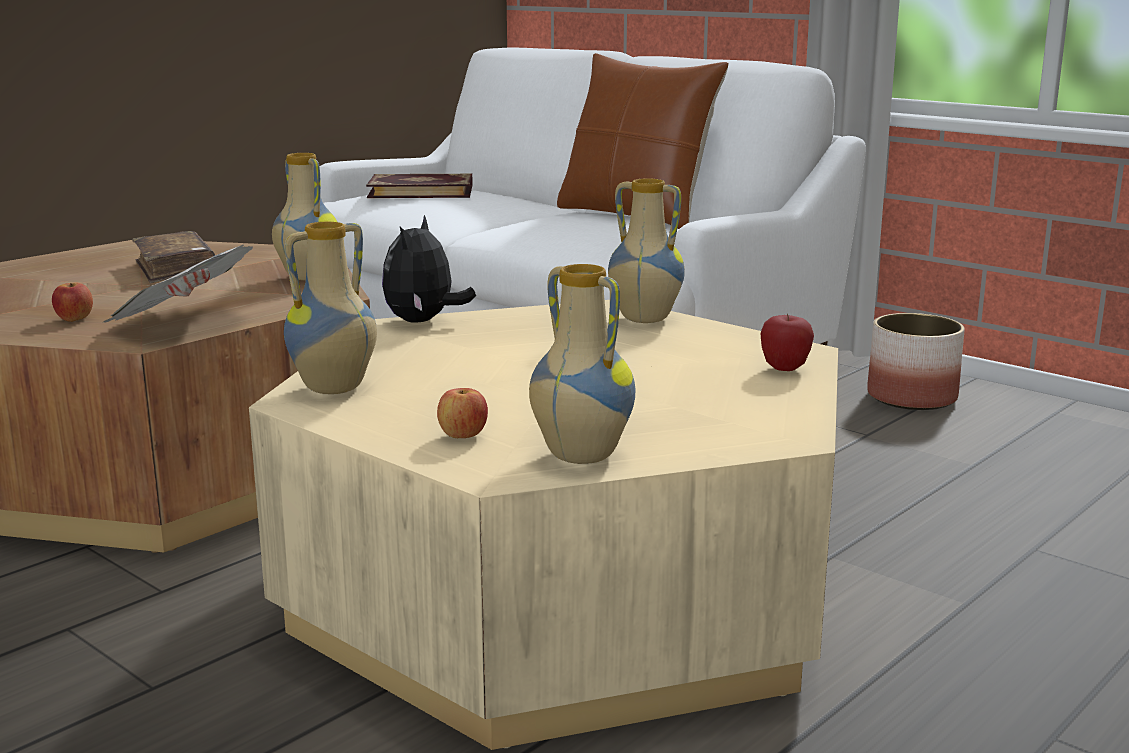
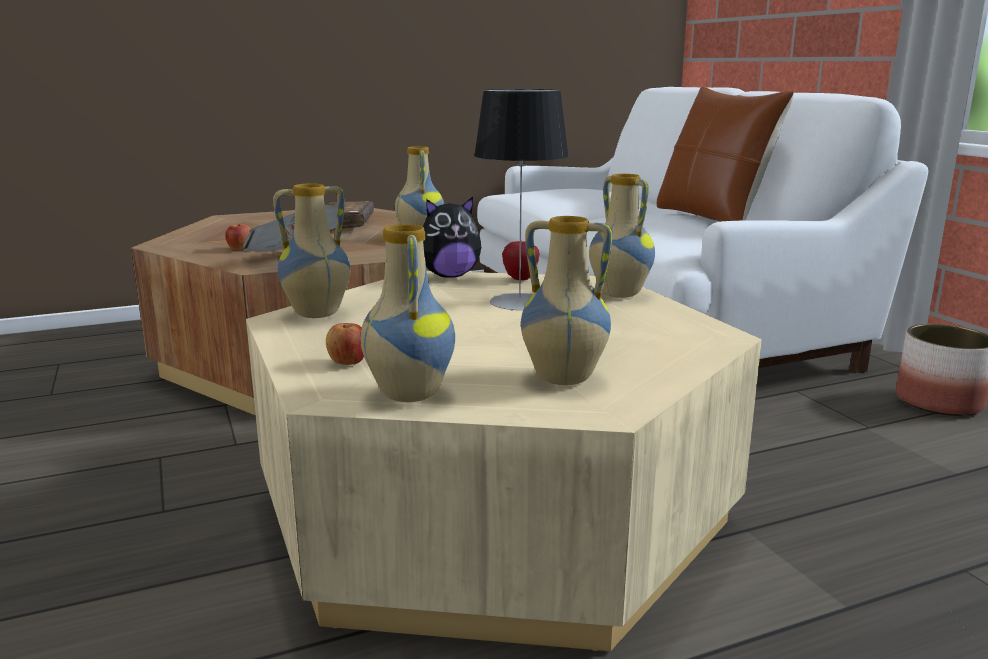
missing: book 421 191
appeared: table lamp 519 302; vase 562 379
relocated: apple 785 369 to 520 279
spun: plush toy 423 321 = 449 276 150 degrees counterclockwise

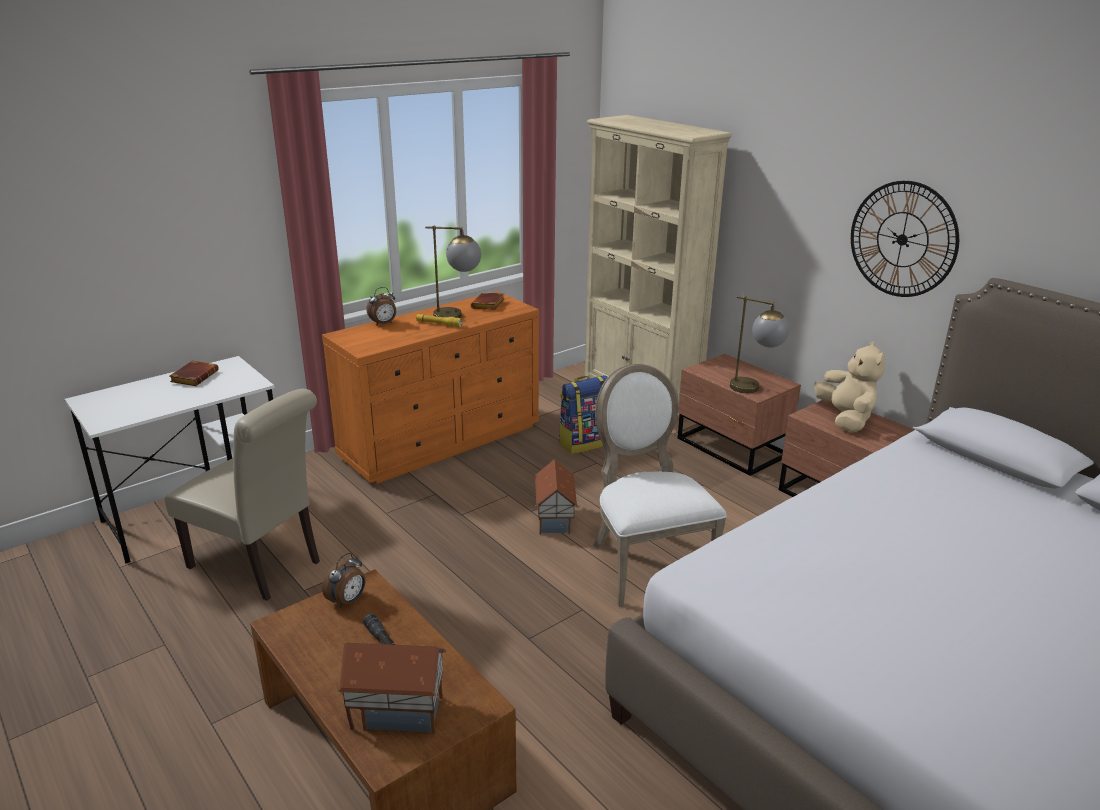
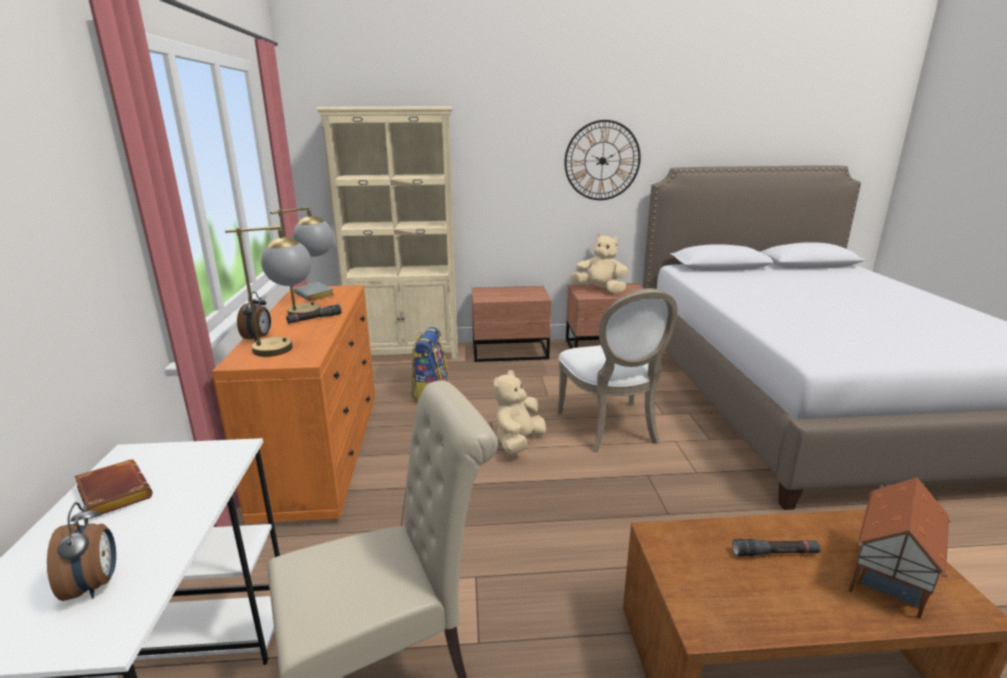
relocated: table lamp 754 389 to 288 347; alarm clock 348 601 to 95 585
exchanged: toy house 556 519 to beige plush toy 518 442
colour: brown book 488 305 to grey book 316 295; yellow flashlight 439 324 to black flashlight 314 319
spun: white chair 646 562 = 611 428 120 degrees counterclockwise

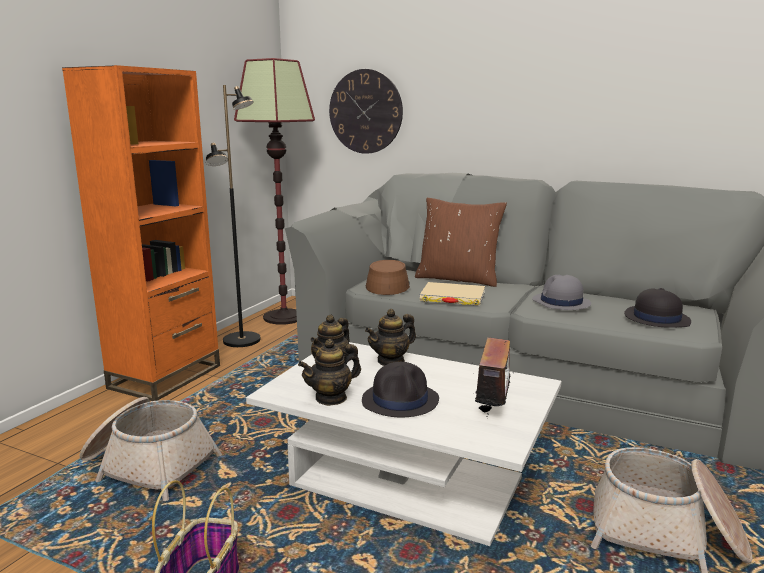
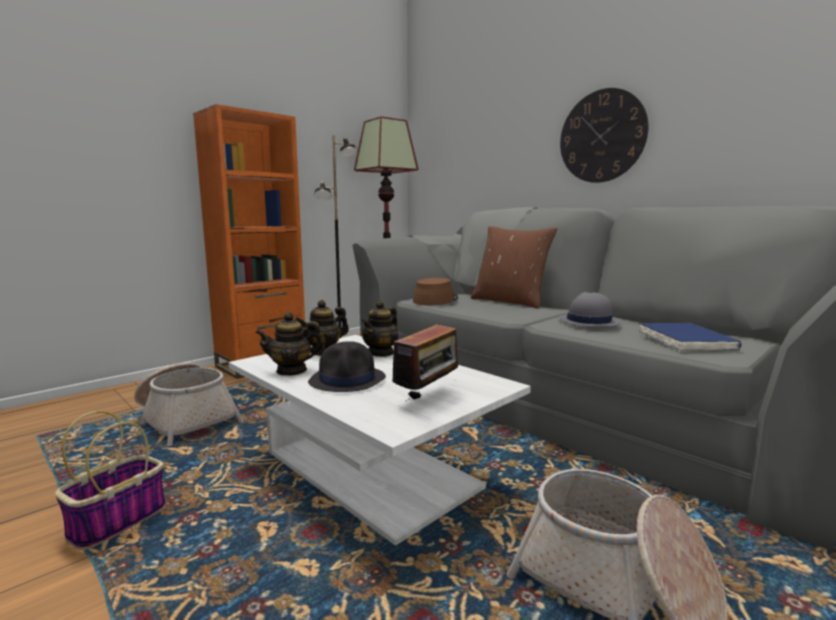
missing: beige book 452 297
relocated: wall clock 365 111 to 602 136
exchanged: black hat 656 318 to blue book 685 341
spun: teapot 391 361 = 381 353 45 degrees counterclockwise

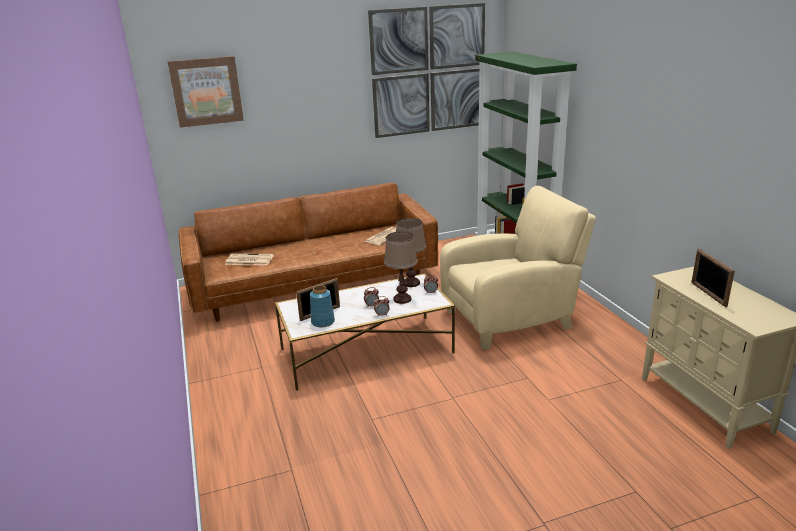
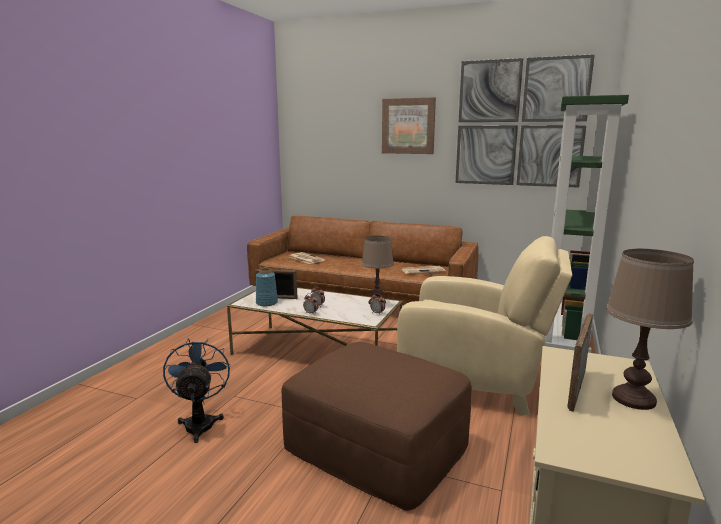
appeared: blue fan 200 422; brown ottoman 377 445
relocated: picture 206 91 to 408 126; brown table lamp 402 299 to 633 398

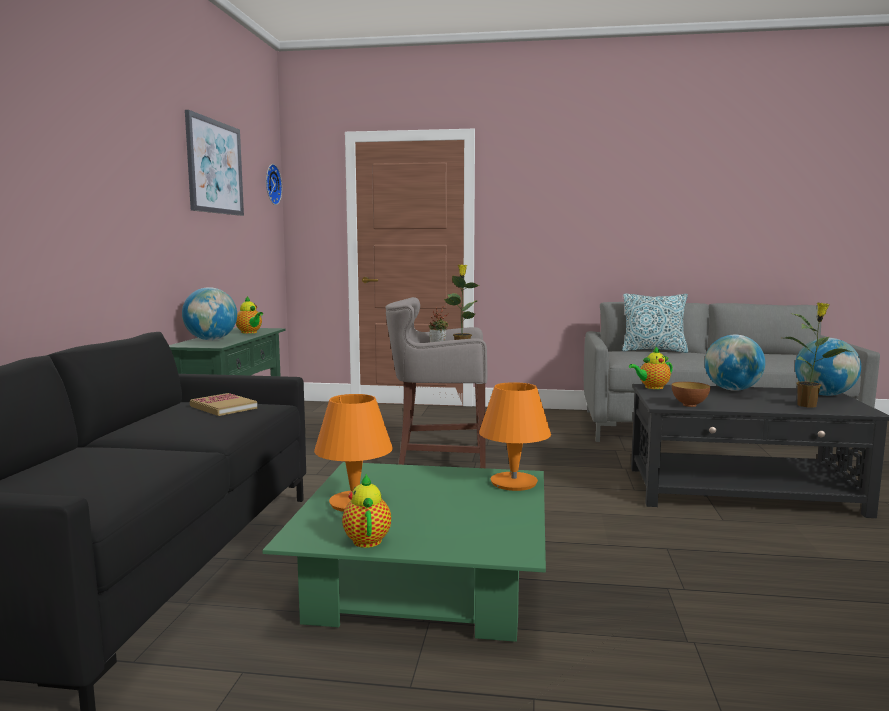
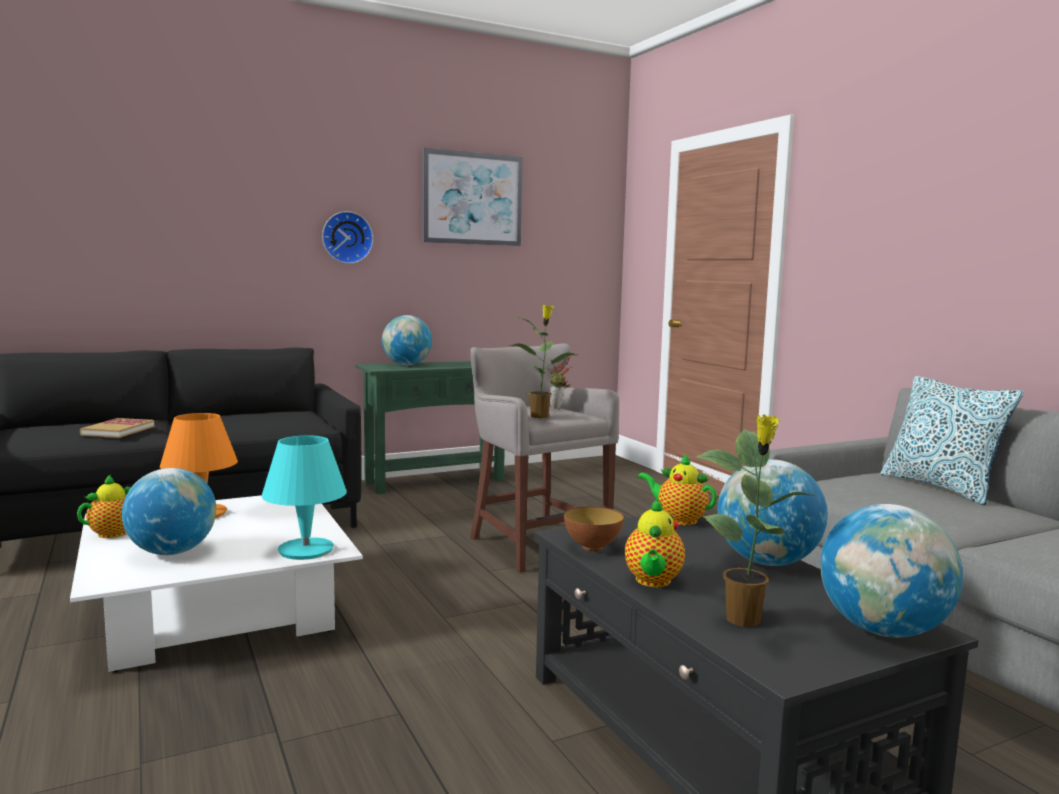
appeared: globe 172 552
relocated: wall clock 271 184 to 347 237; teapot 250 332 to 652 582; book 223 407 to 118 431
colour: orange table lamp 513 483 to turquoise table lamp 305 550; green coffee table 423 579 to white coffee table 219 608

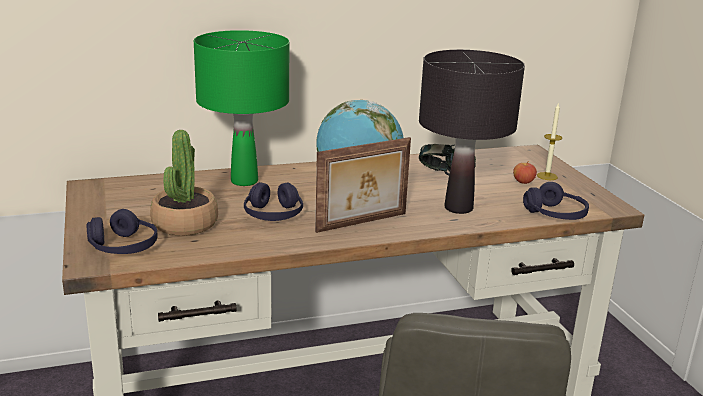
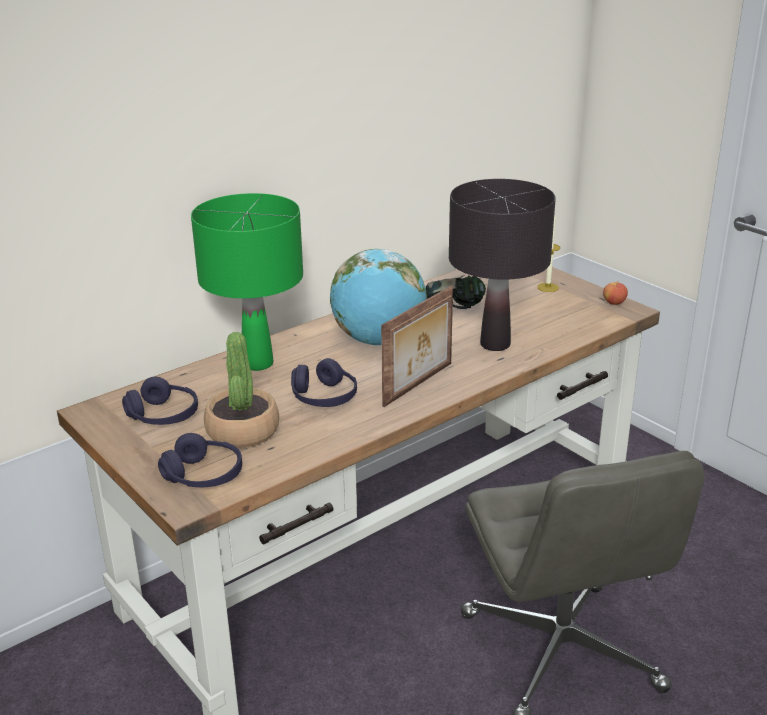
relocated: apple 523 181 to 614 302; purple headphones 555 214 to 163 415

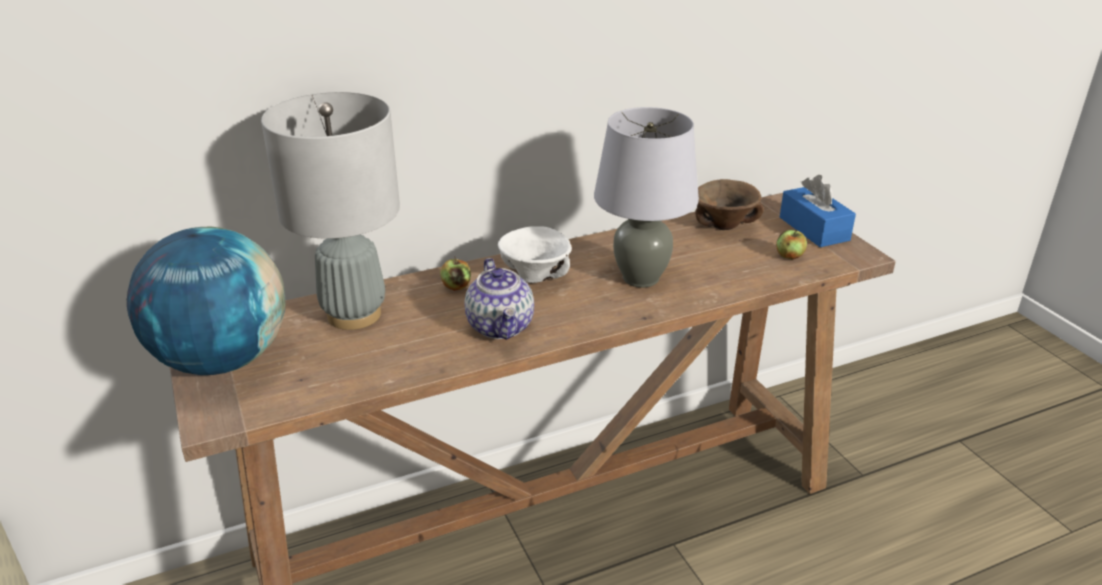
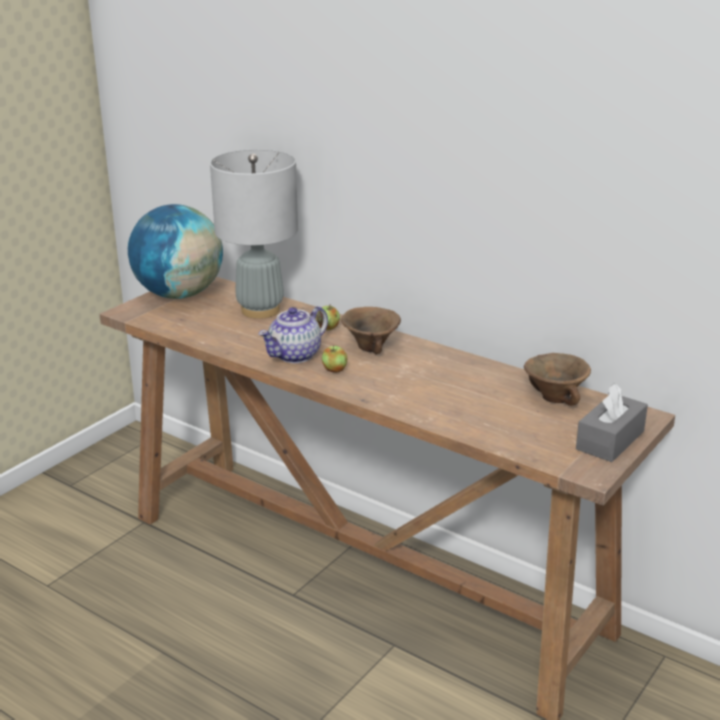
missing: grey table lamp 641 278
relocated: apple 789 256 to 334 369
colour: blue tissue box 814 229 to grey tissue box 610 440; white bowl 533 278 to brown bowl 370 348

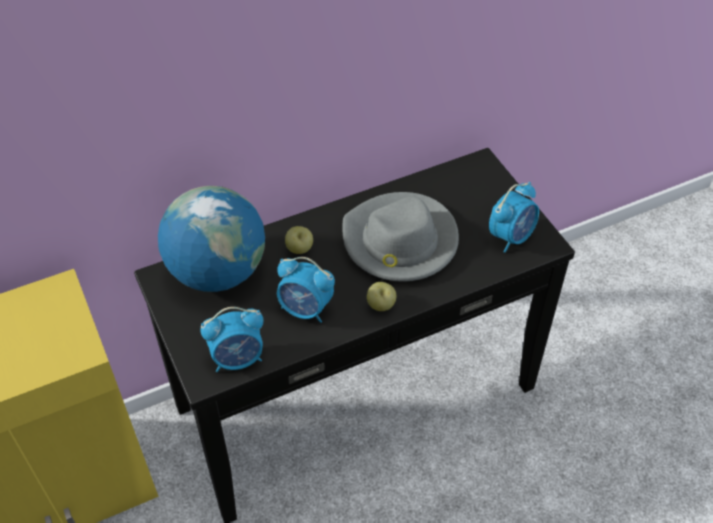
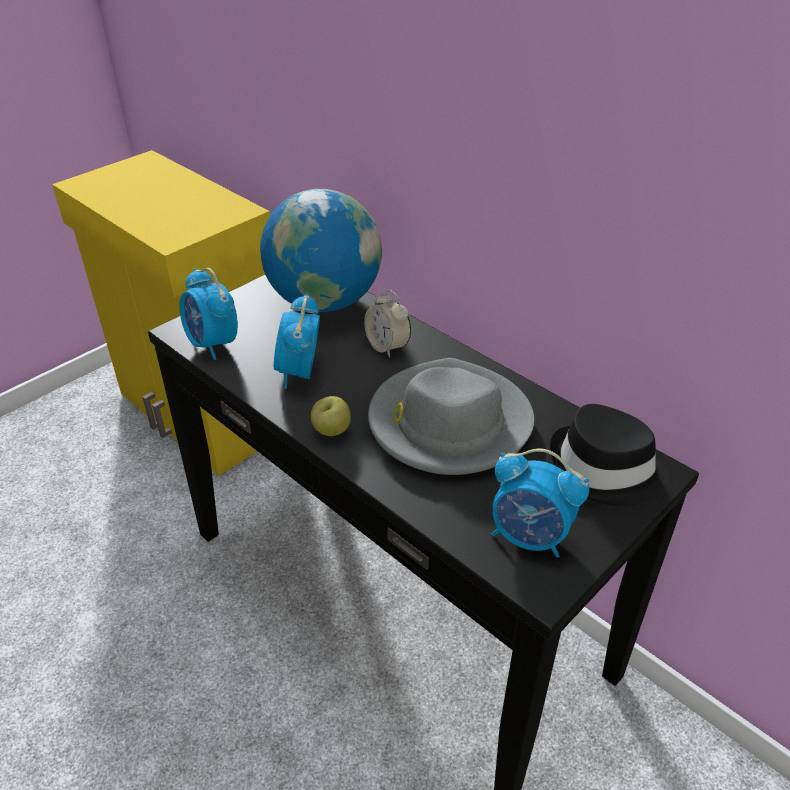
appeared: black hat 605 470
exchanged: apple 299 249 to alarm clock 387 346

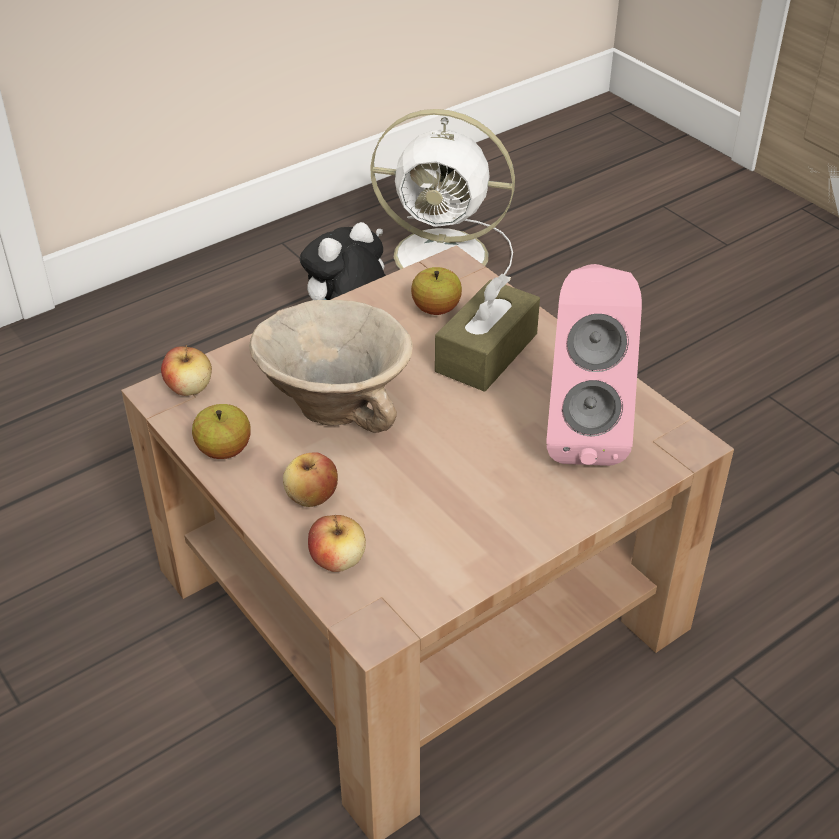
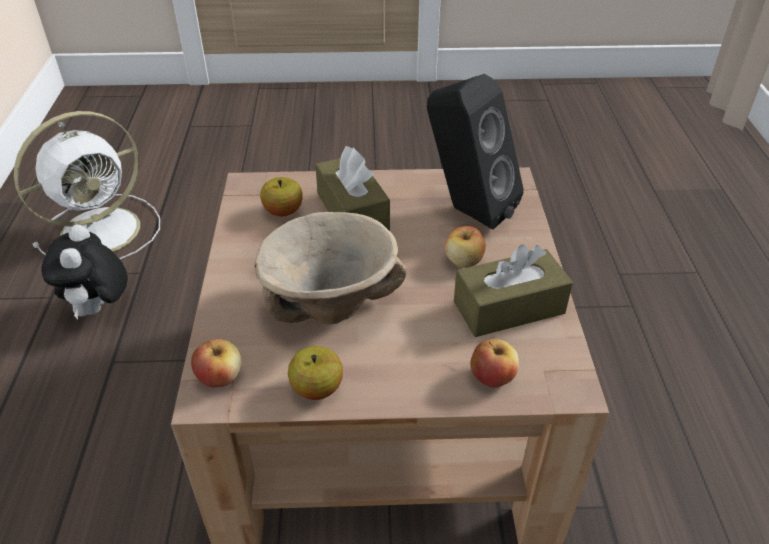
appeared: brown tissue box 509 307
relocated: apple 312 497 to 464 261
colour: pink speaker 582 432 to black speaker 466 211

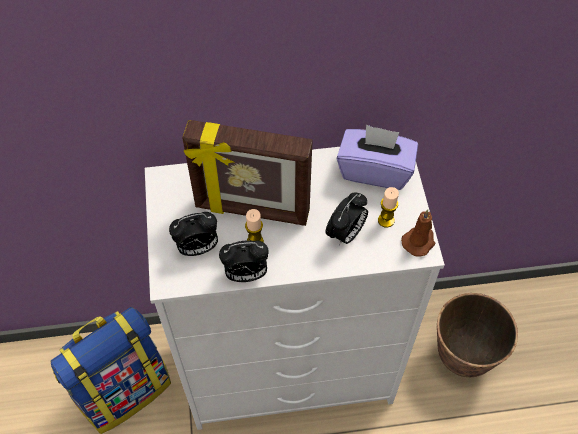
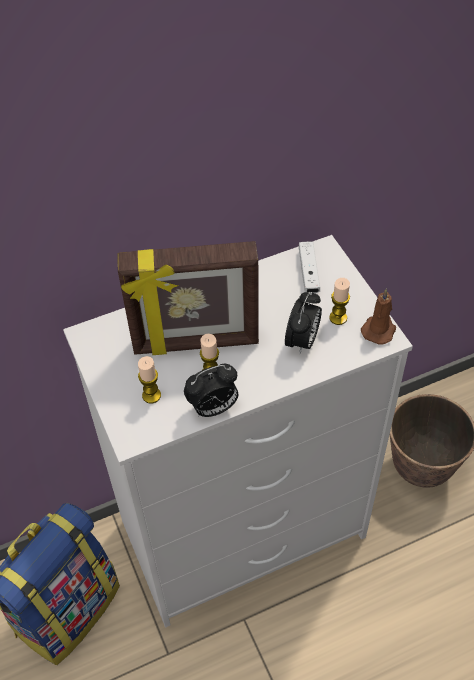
exchanged: purple tissue box 375 170 to white game controller 308 272; alarm clock 197 248 to candle 151 395

